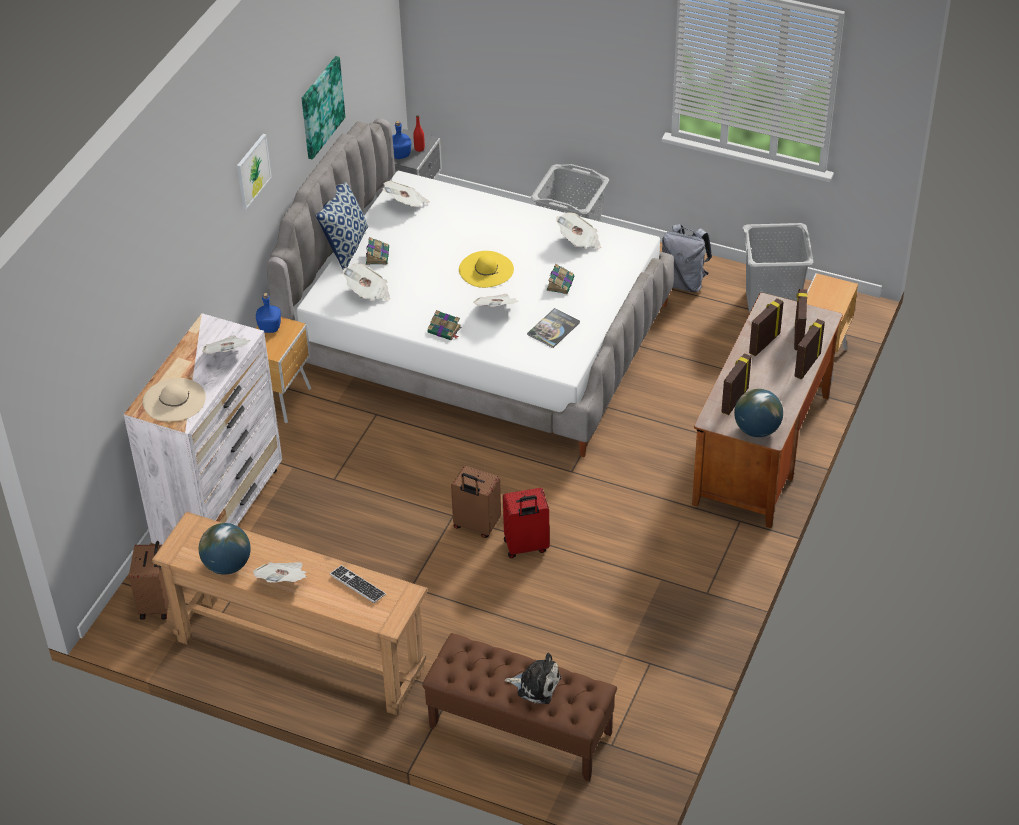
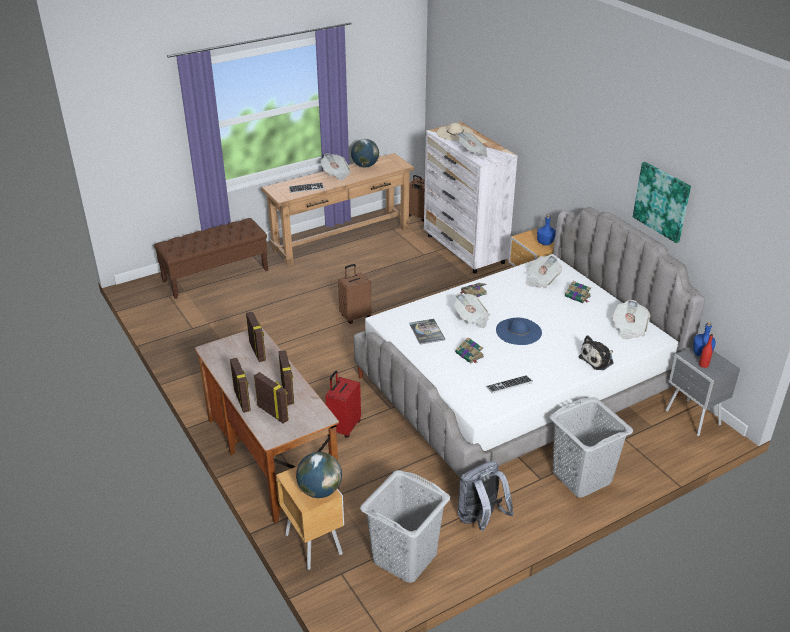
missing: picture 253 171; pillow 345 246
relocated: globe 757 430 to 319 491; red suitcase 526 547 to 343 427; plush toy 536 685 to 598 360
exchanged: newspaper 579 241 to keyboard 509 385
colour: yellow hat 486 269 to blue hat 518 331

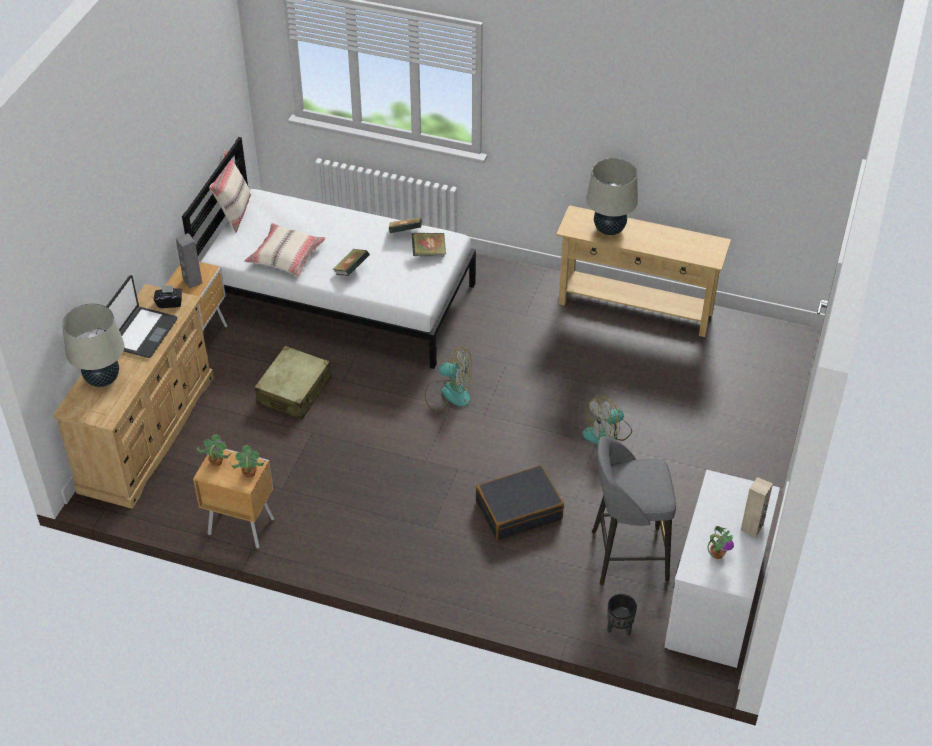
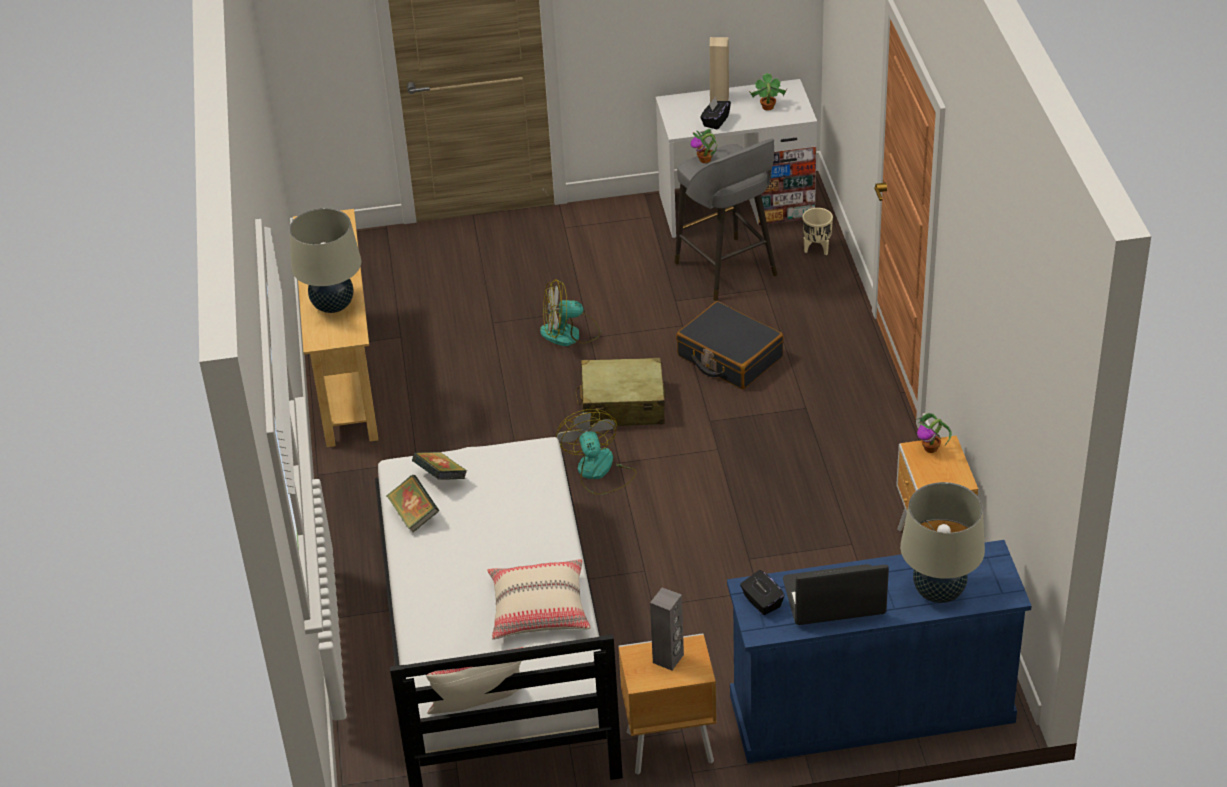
missing: book 351 270
appeared: black tissue box 715 121
relocated: beige suitcase 294 391 to 622 405; potted plant 216 462 to 705 160
colour: beige dresser 147 432 to blue dresser 869 709; black planter 619 627 to beige planter 816 249
spun: fan 607 433 = 570 333 135 degrees clockwise

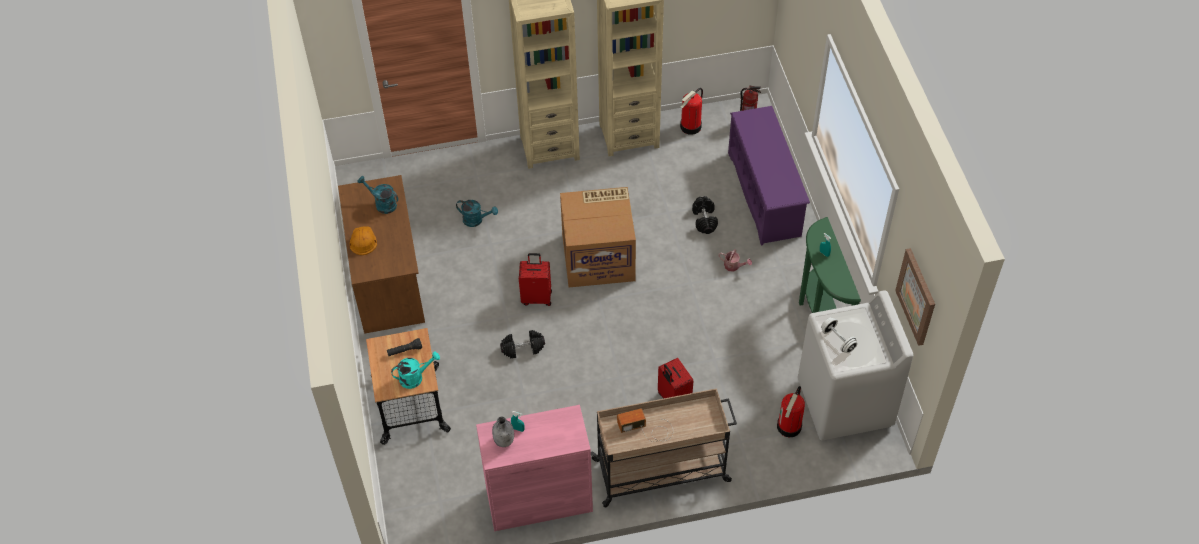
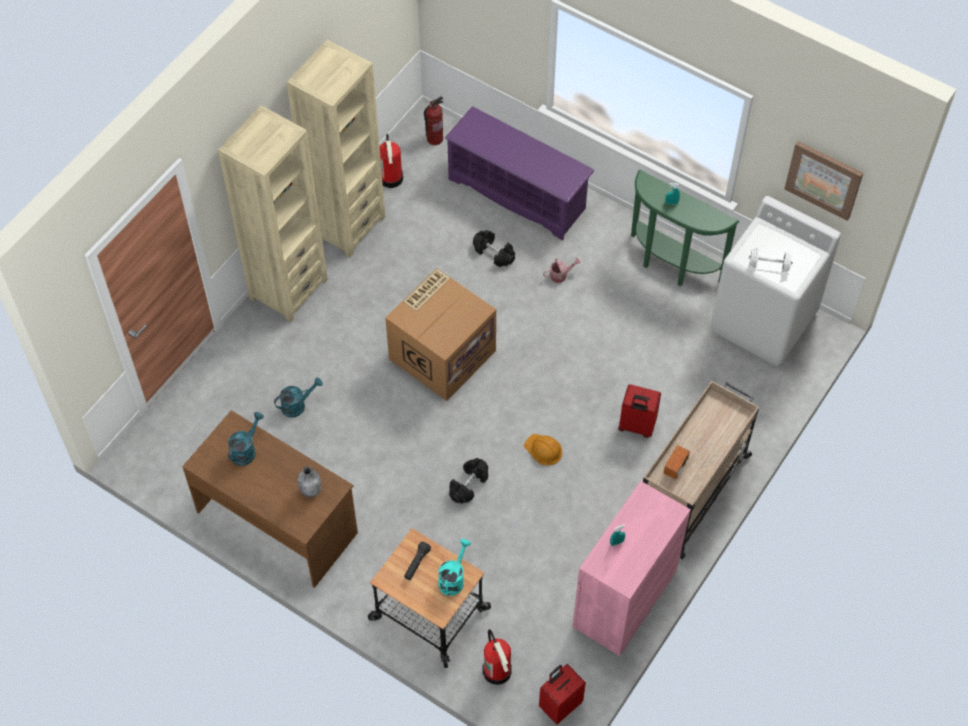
relocated: orange hard hat 363 241 to 543 450; red suitcase 537 297 to 560 705; fire extinguisher 789 427 to 497 671; grey bottle 504 440 to 311 490
spun: turquoise watering can 382 204 = 246 450 135 degrees clockwise

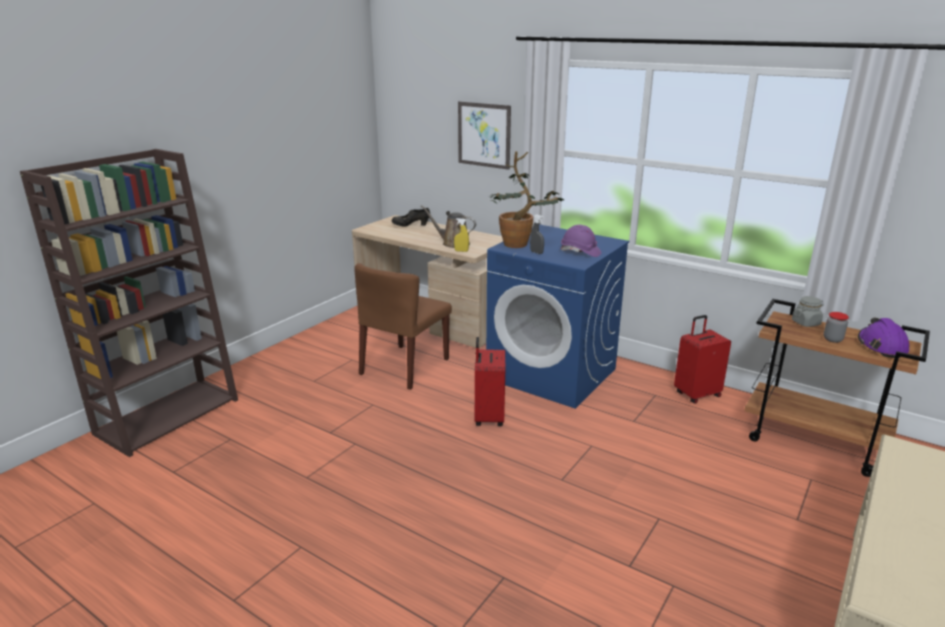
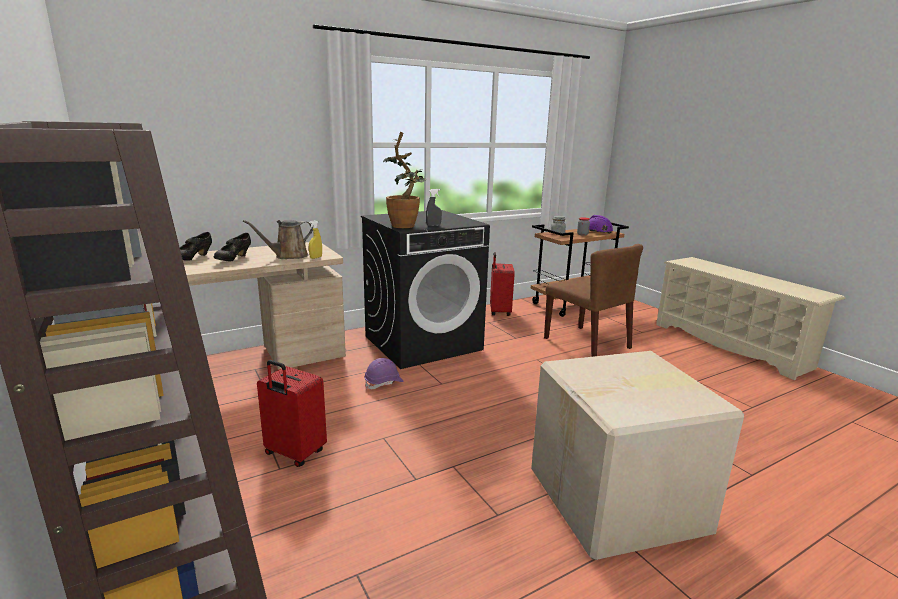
missing: picture 484 135
appeared: black shoe 233 259; cardboard box 619 501
relocated: purple hard hat 580 252 to 384 383; brown chair 404 367 to 587 343; red suitcase 488 417 to 294 453
colour: blue washing machine 552 374 to black washing machine 423 343

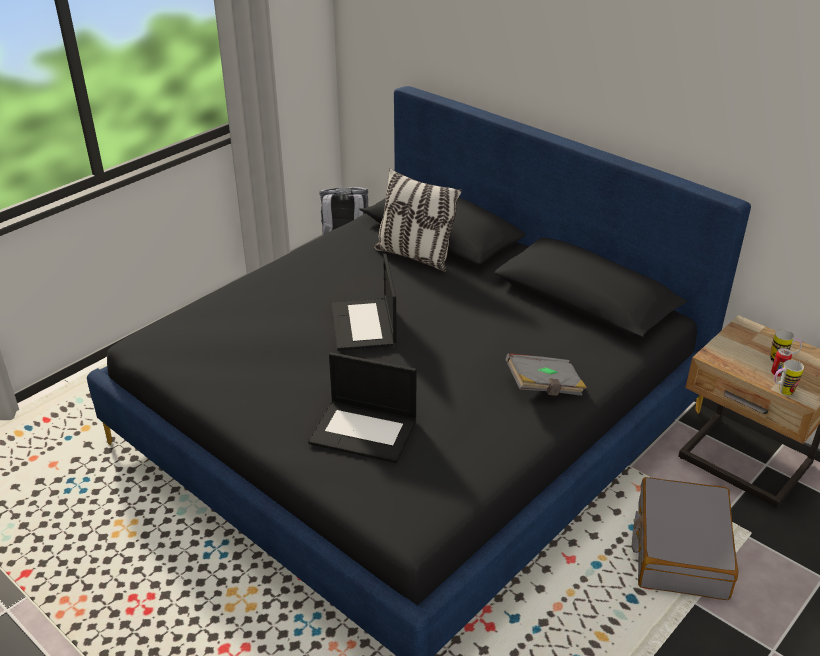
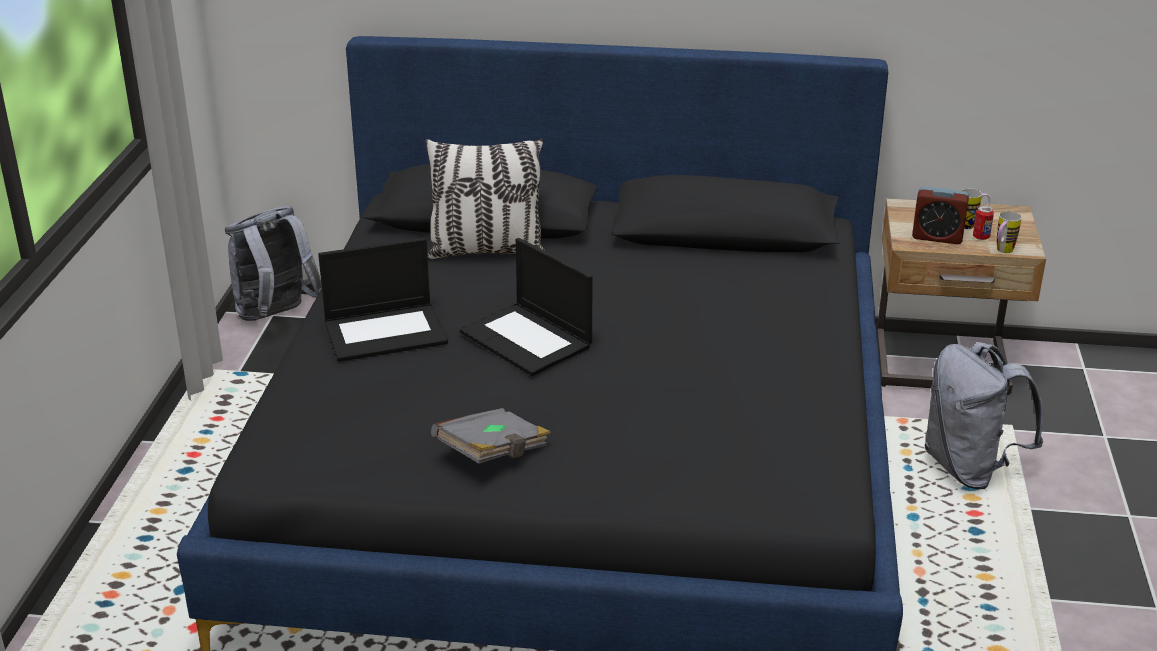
appeared: alarm clock 937 237
relocated: laptop 365 431 to 386 332; grey book 544 387 to 493 454
exchanged: grey suitcase 680 550 to grey backpack 970 468

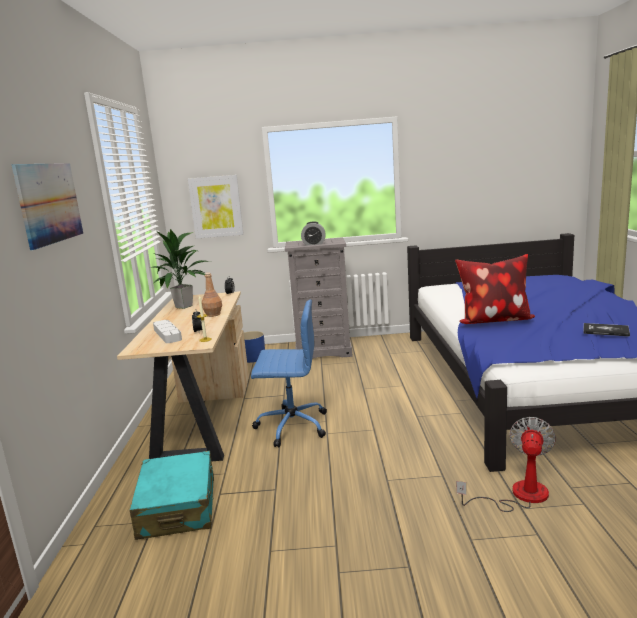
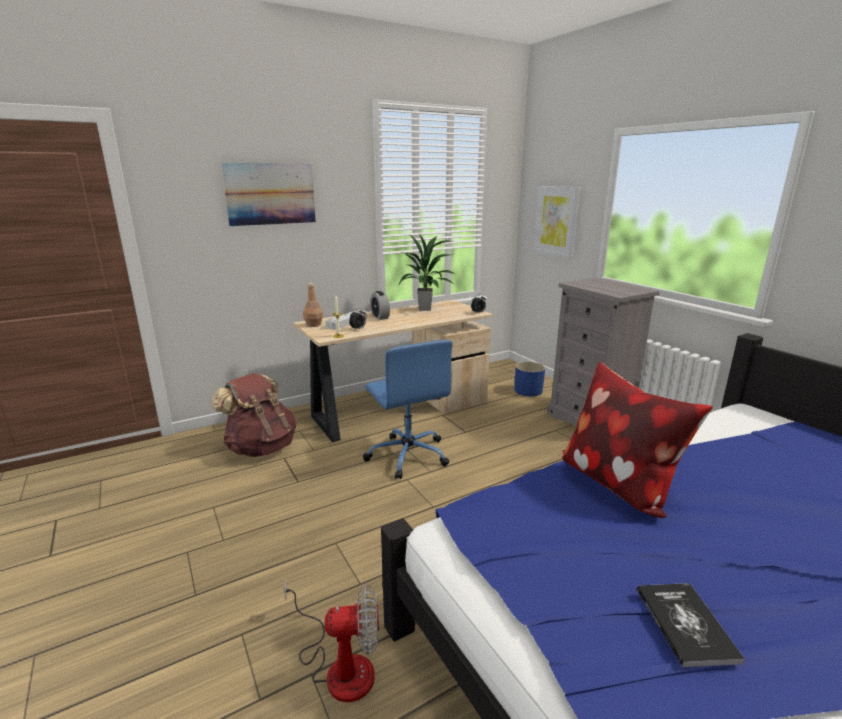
relocated: alarm clock 314 244 to 380 317; brown bottle 213 314 to 313 325
exchanged: turquoise suitcase 178 507 to brown backpack 261 447

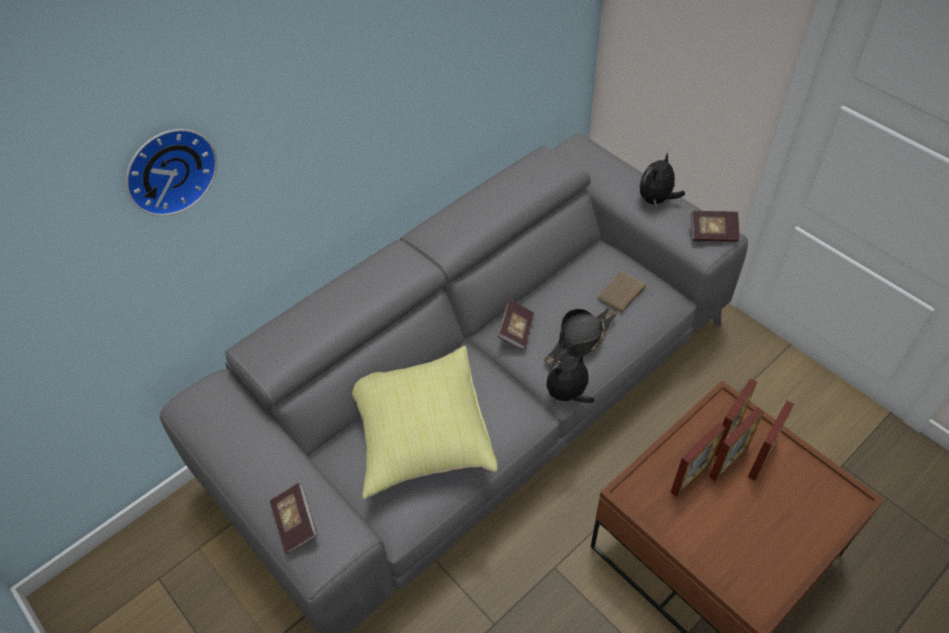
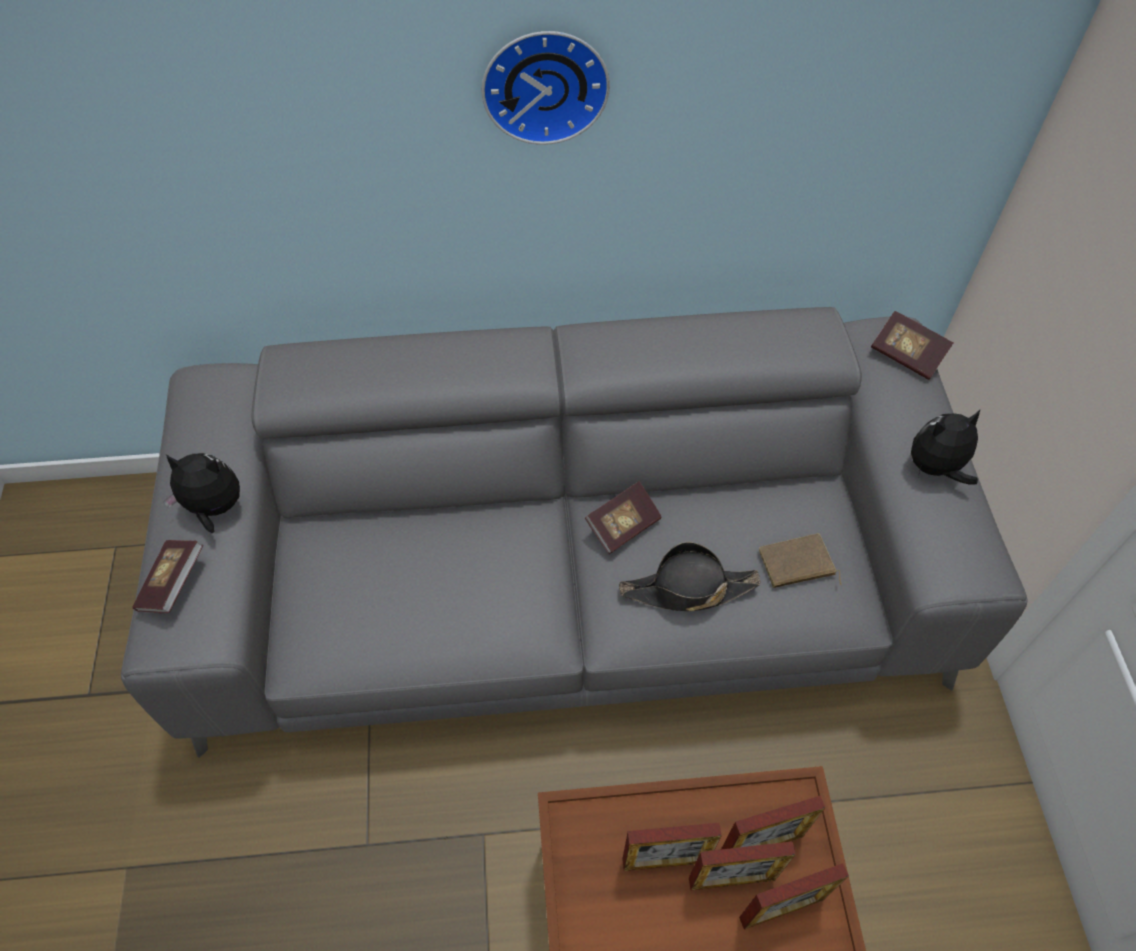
missing: yellow pillow 419 433
relocated: wall clock 168 169 to 545 83; book 713 234 to 907 355; plush toy 567 395 to 214 508

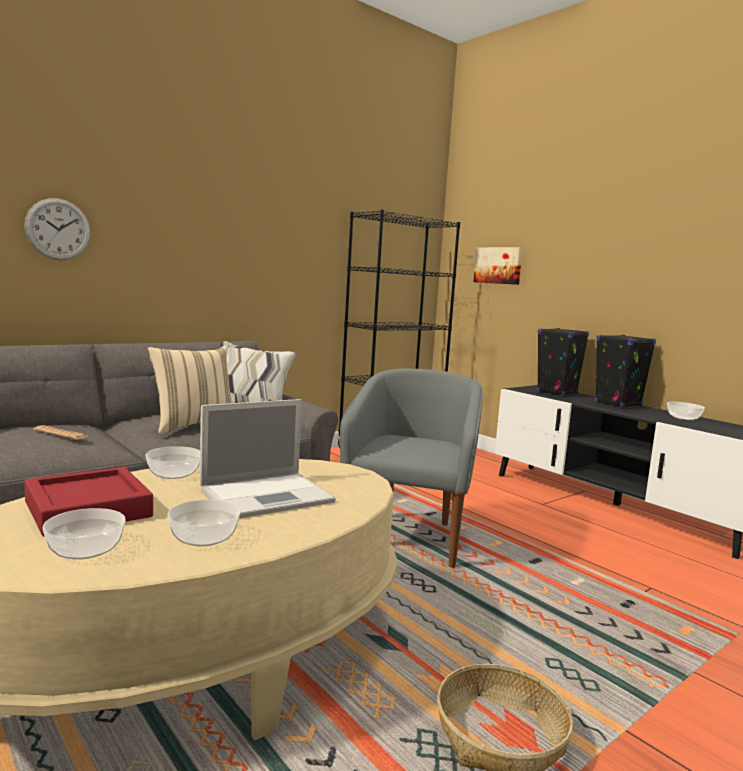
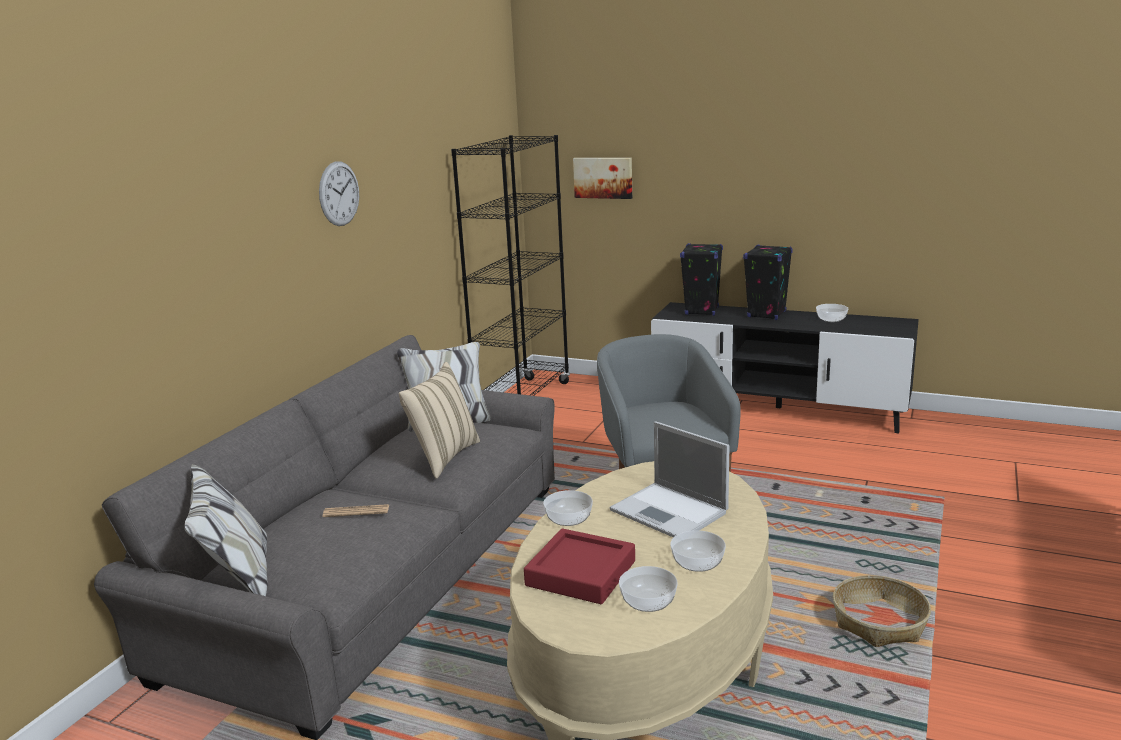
relocated: wall clock 58 229 to 339 193
spun: laptop 268 495 = 670 512 105 degrees clockwise

